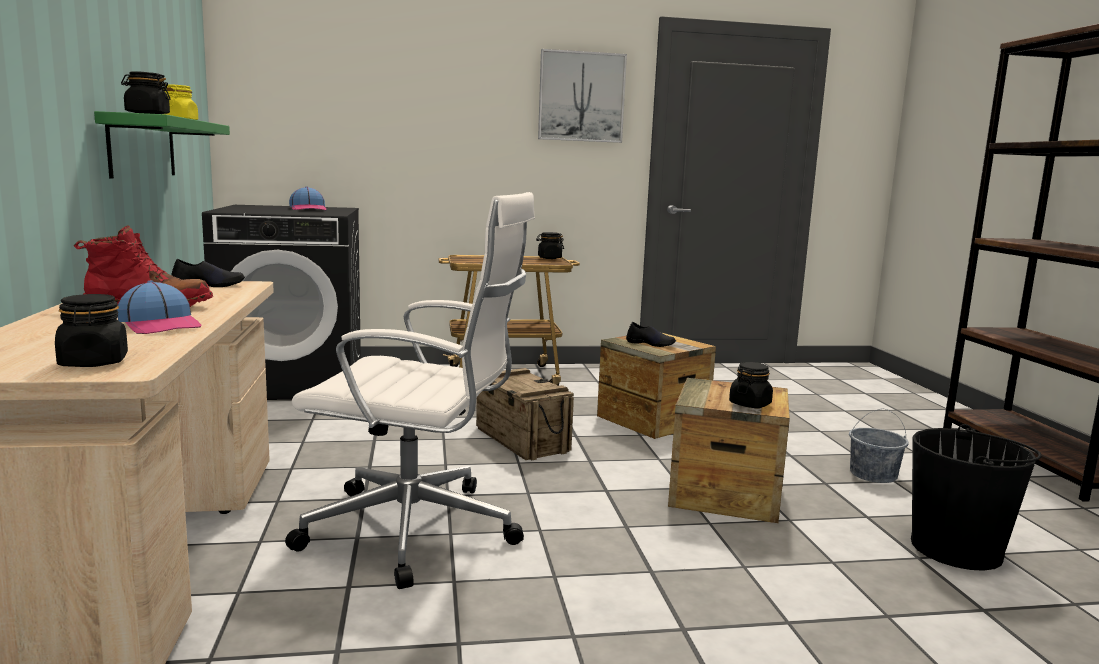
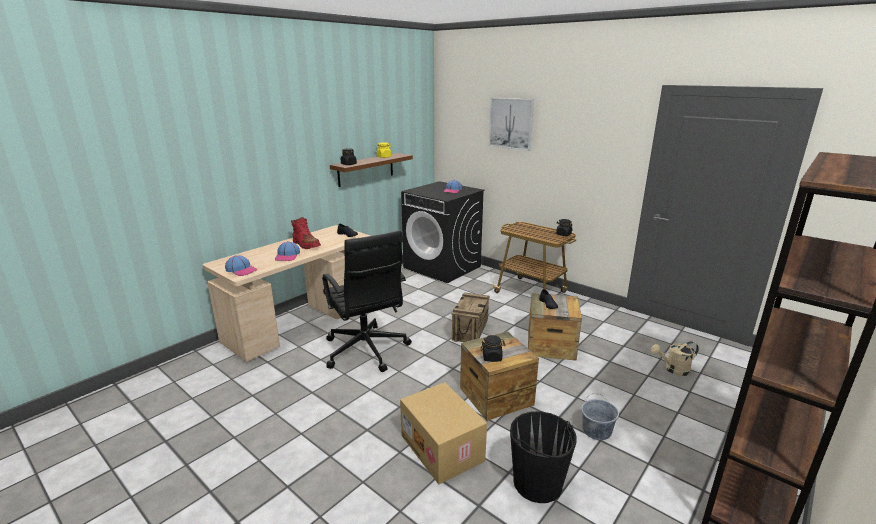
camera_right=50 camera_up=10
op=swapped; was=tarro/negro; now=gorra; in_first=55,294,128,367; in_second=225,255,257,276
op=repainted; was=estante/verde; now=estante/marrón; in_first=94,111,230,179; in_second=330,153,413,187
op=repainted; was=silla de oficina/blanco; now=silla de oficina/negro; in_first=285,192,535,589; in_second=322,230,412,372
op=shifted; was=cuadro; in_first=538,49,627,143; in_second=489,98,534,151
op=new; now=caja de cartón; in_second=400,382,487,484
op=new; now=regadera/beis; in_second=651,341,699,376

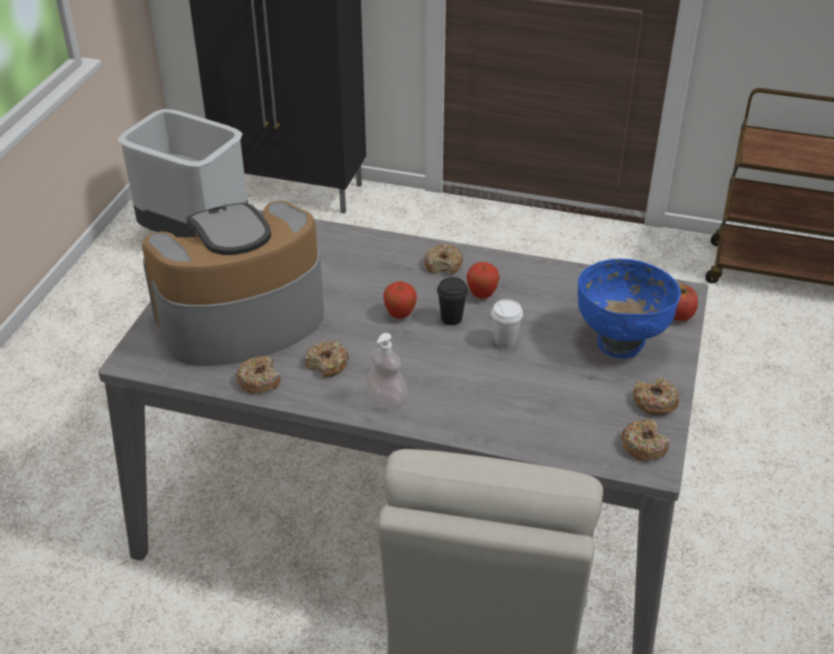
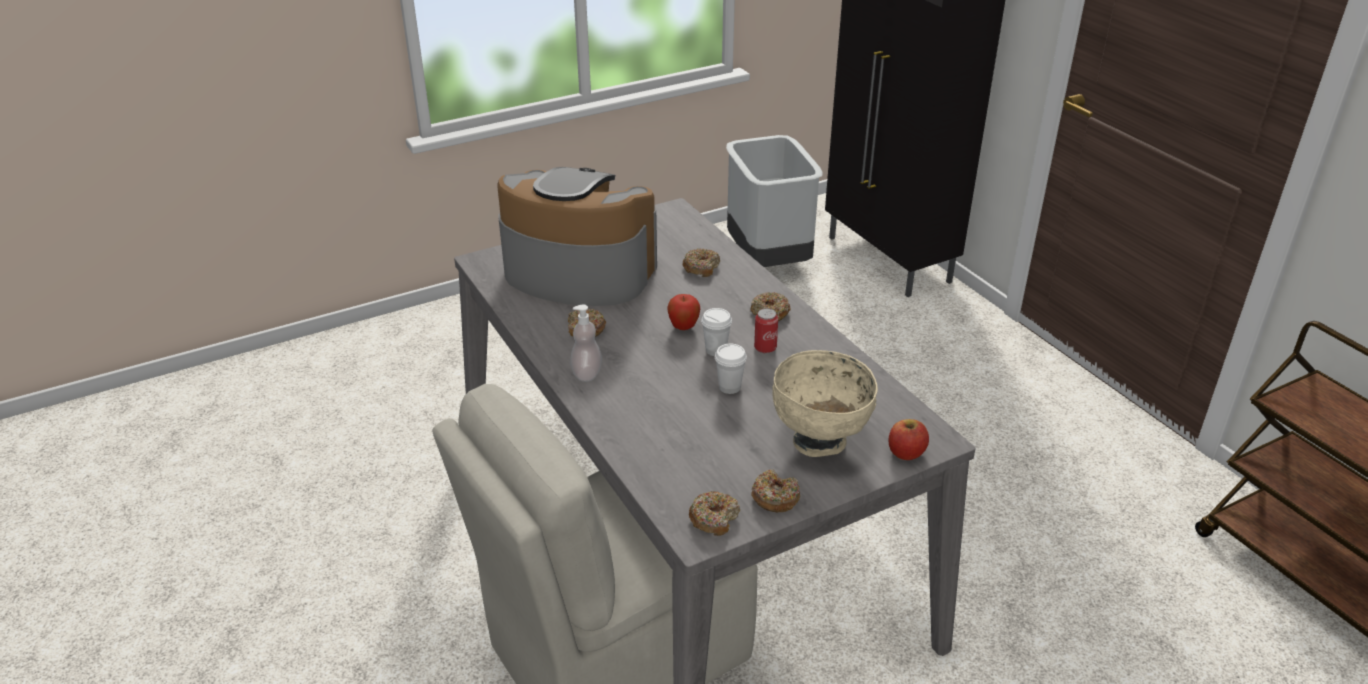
camera_right=45 camera_up=-5
op=shifted; was=rosquilla; in_first=236,356,281,394; in_second=682,249,720,277
op=repainted; was=taza/negro; now=taza/blanco; in_first=437,277,468,325; in_second=701,308,732,356
op=swapped; was=manzana; now=lata; in_first=467,262,500,299; in_second=754,308,778,353
op=repainted; was=cuenco/azul; now=cuenco/beis; in_first=578,259,681,359; in_second=772,350,878,457

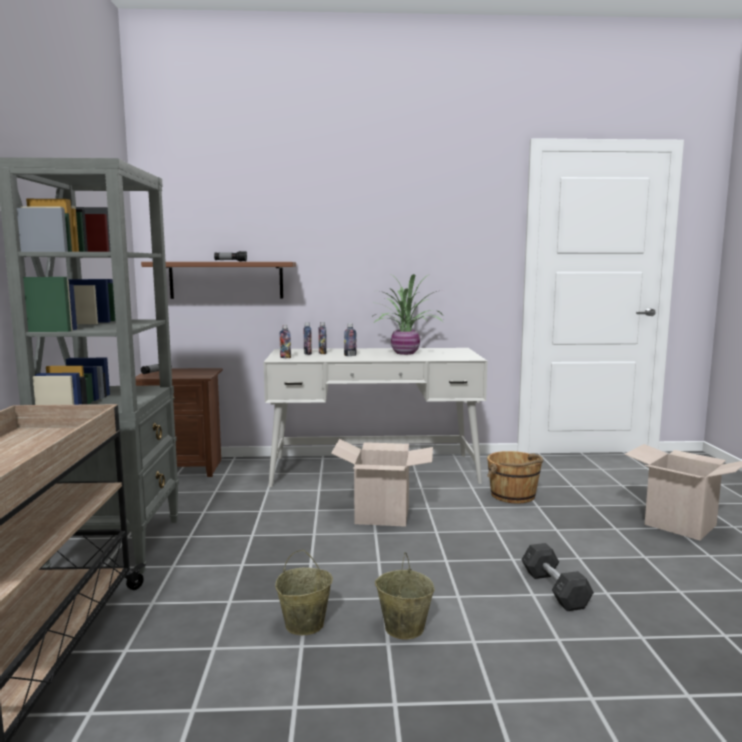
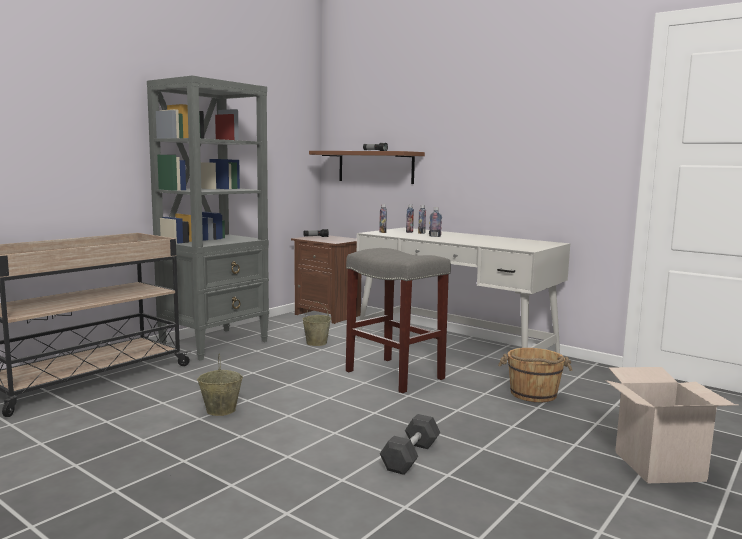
camera_right=40 camera_up=0
op=swapped; was=caja de cartón; now=taburete/gris; in_first=331,439,433,527; in_second=346,248,451,393
op=gone; was=planta en maceta; in_first=373,274,443,355
op=shifted; was=cubo/beis; in_first=375,552,435,639; in_second=302,301,331,346

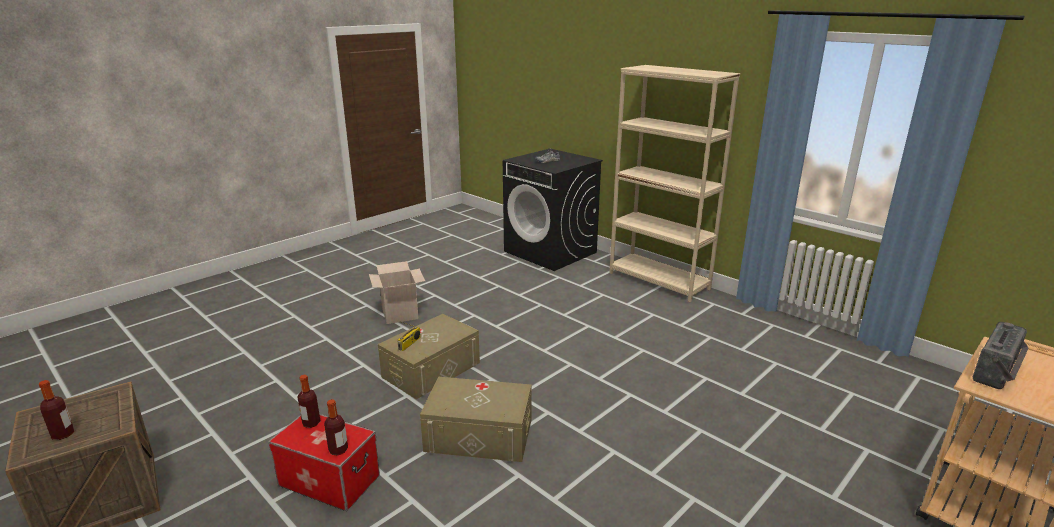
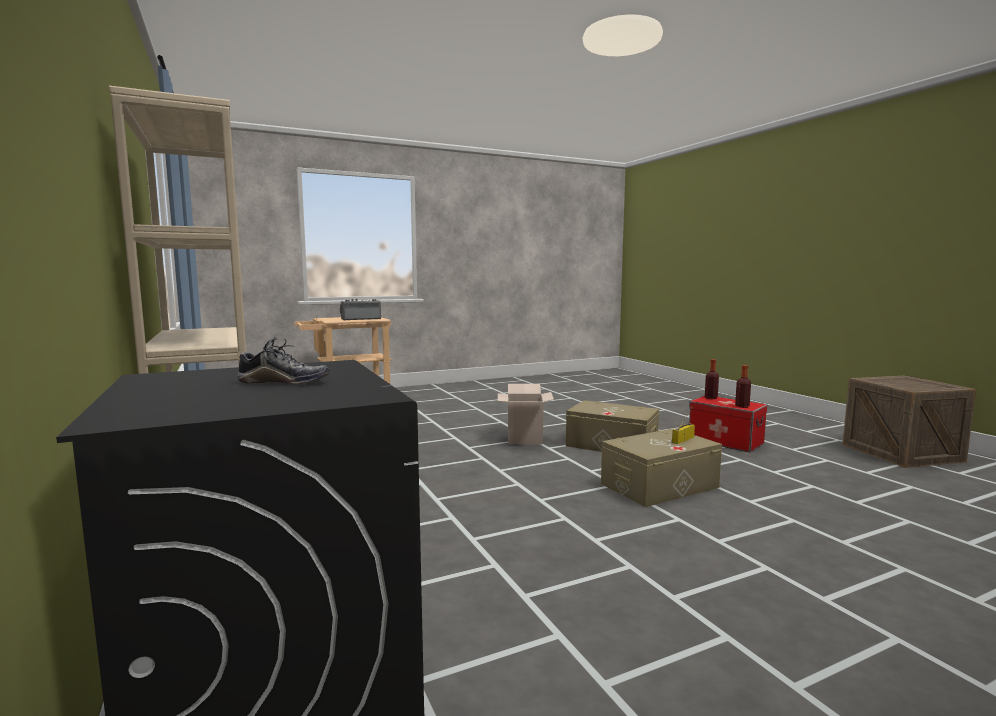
camera_right=-160 camera_up=-15
op=gone; was=botella; in_first=39,380,74,440
op=shifted; was=caja de cartón; in_first=369,261,425,324; in_second=498,384,554,445

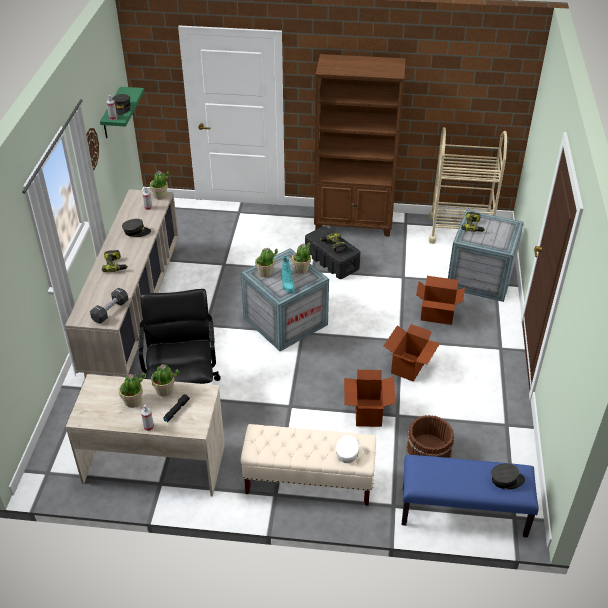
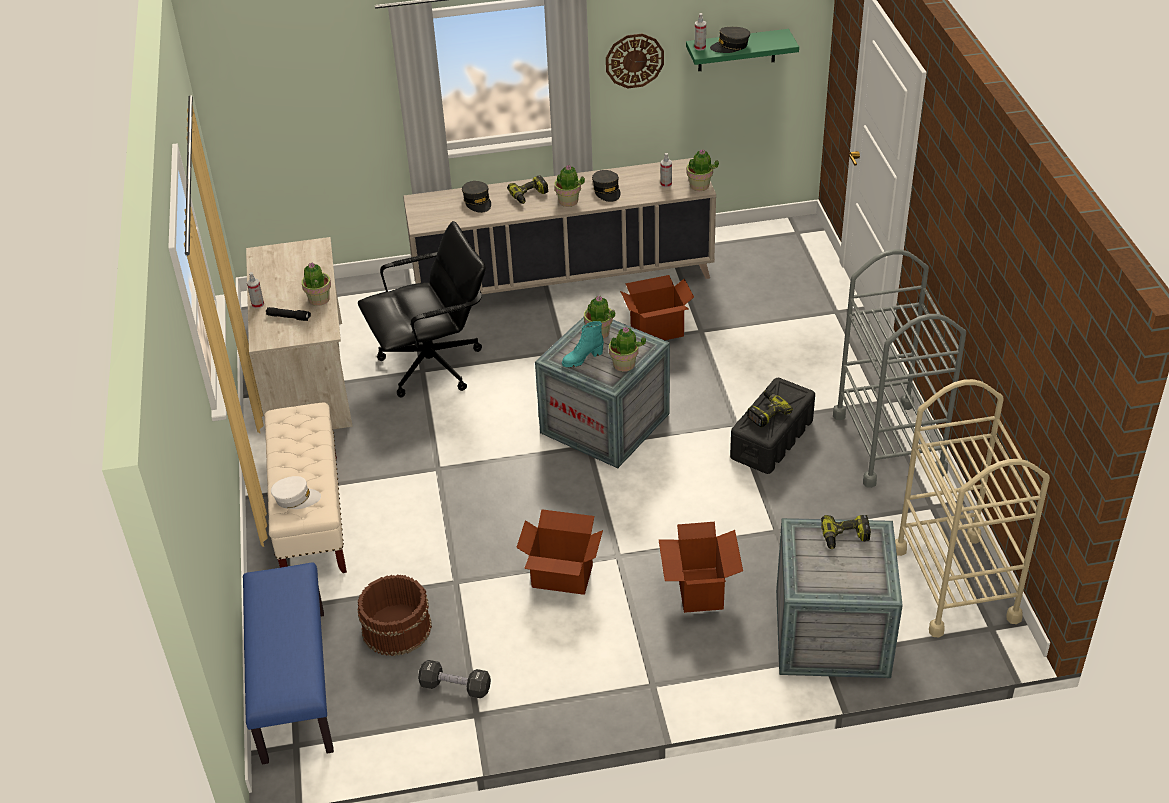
camera_right=75 camera_up=0
op=shifted; was=mancuerna/negro; in_first=90,288,129,324; in_second=418,660,491,698
op=shifted; was=planta en maceta; in_first=119,372,145,408; in_second=554,165,585,207
op=swapped; was=estantería/marrón; now=carrito/gris; in_first=314,54,406,237; in_second=833,249,966,488
op=shifted; was=caja de cartón; in_first=344,370,396,427; in_second=620,275,694,340
op=shifted; was=gorra/gris; in_first=491,463,525,489; in_second=462,181,491,213

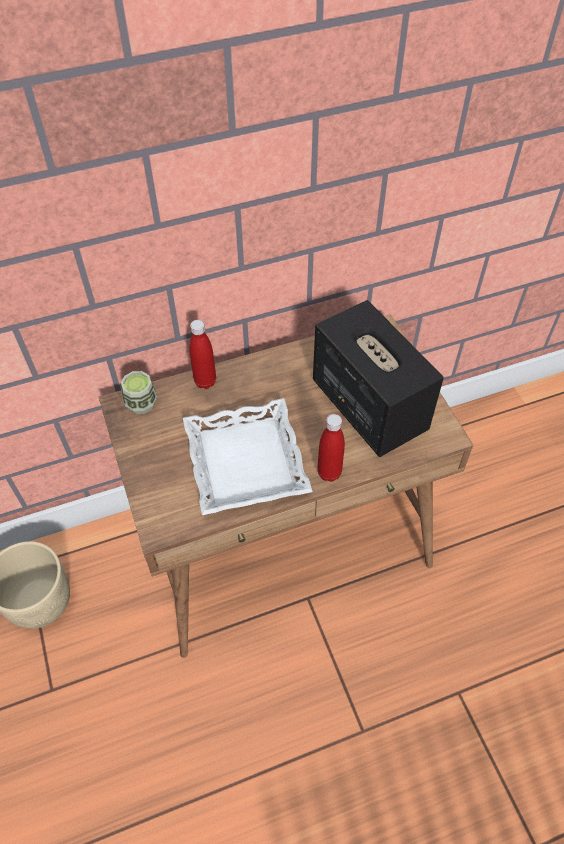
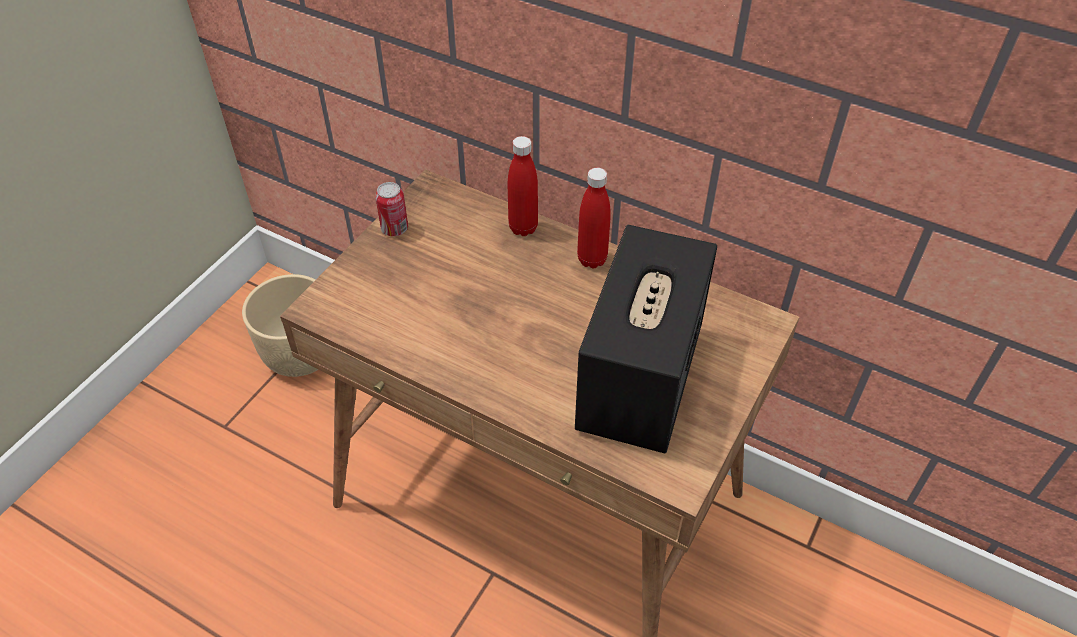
camera_right=50 camera_up=-5
op=gone; was=taza; in_first=121,371,157,414
op=gone; was=bandeja/blanco; in_first=183,398,313,515
op=shifted; was=botella/rojo; in_first=317,414,345,482; in_second=577,168,611,268
op=new; now=lata; in_second=375,182,408,236

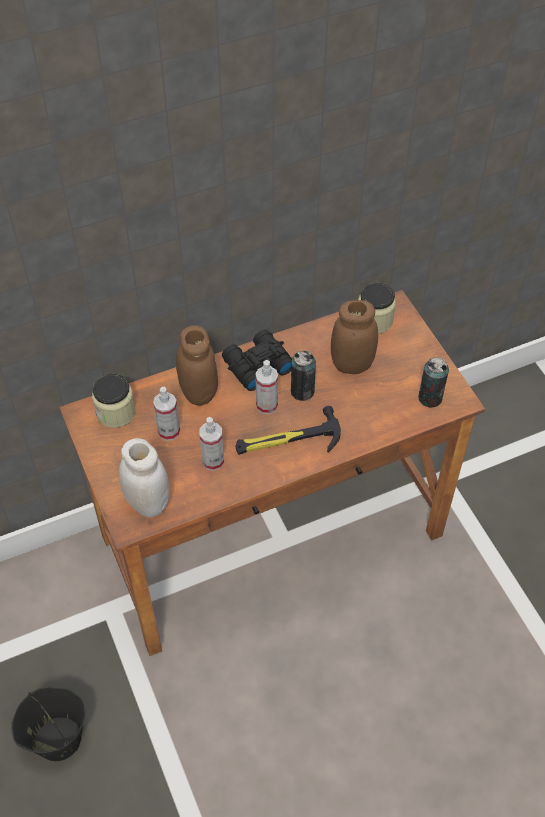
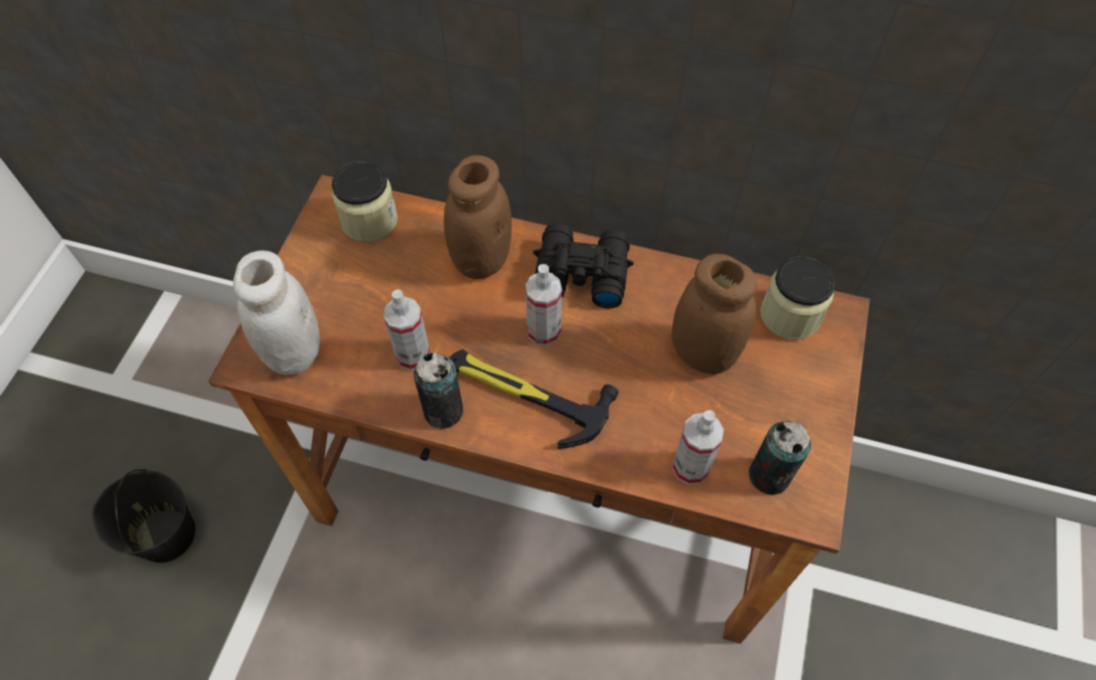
camera_right=40 camera_up=5
op=shifted; was=pulverizador; in_first=153,387,180,441; in_second=672,410,724,485
op=shifted; was=lata; in_first=291,350,316,401; in_second=414,352,464,429

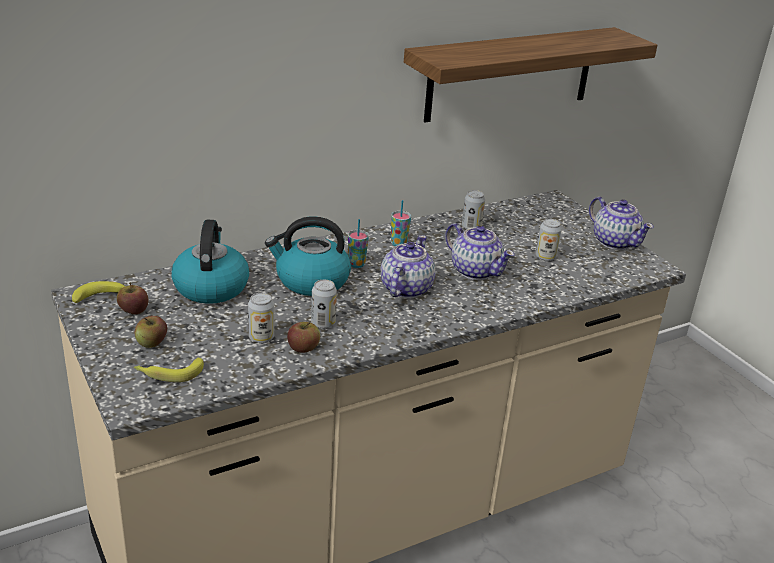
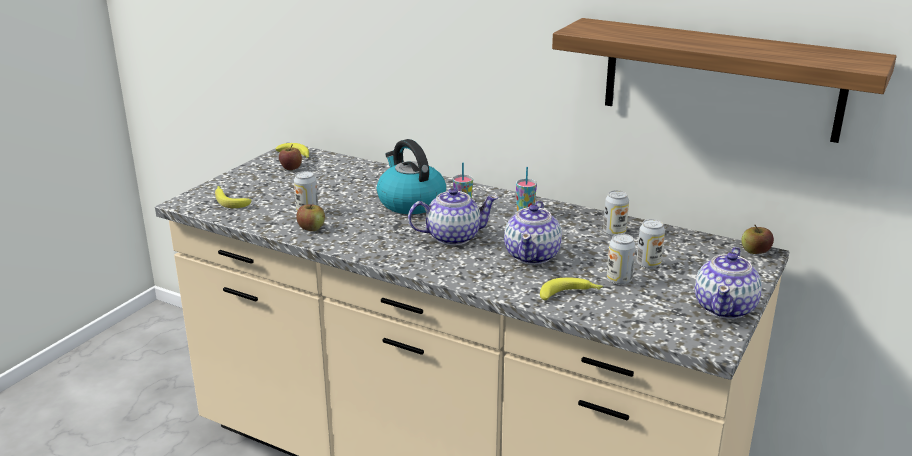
camera_right=60 camera_up=-5
op=shifted; was=manzana; in_first=135,316,167,348; in_second=742,224,774,254
op=gone; was=hervidor; in_first=171,220,249,304
op=shifted; was=lata; in_first=311,280,337,329; in_second=637,219,665,269
op=new; now=plátano; in_second=540,278,603,300

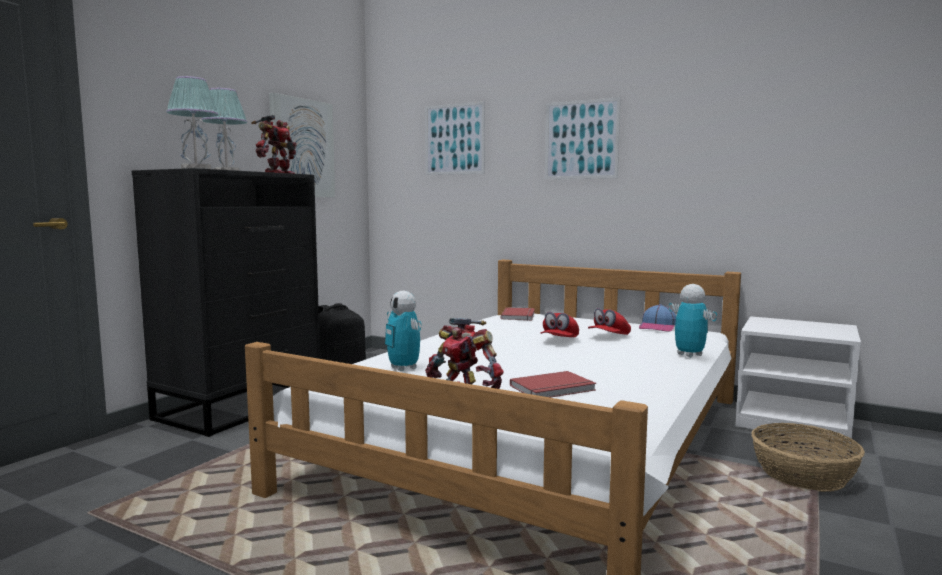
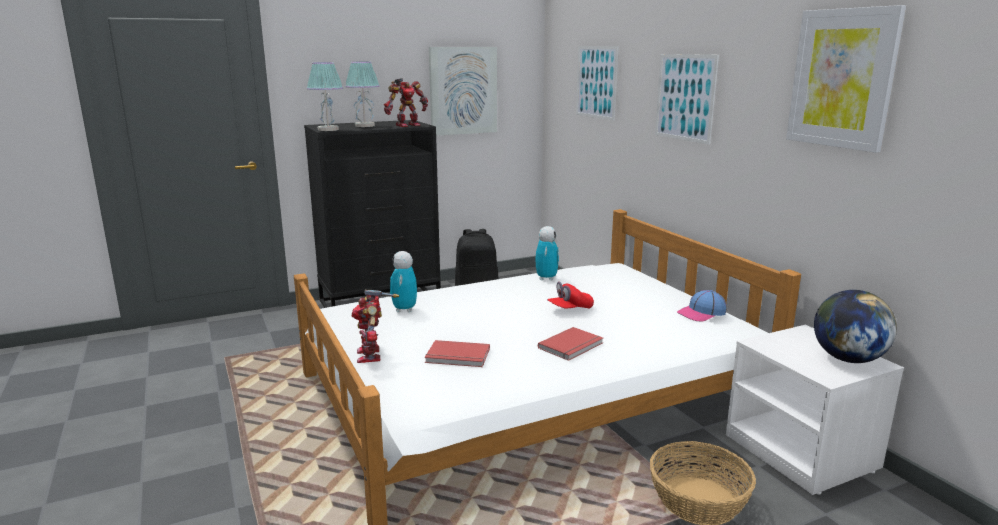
camera_right=35 camera_up=10
op=shifted; was=libro/rojo; in_first=501,307,535,321; in_second=538,327,603,361
op=gone; was=gorra/rojo; in_first=588,308,631,335
op=shifted; was=robot de juguete; in_first=669,284,717,357; in_second=536,226,559,281
op=new; now=cuadro; in_second=786,5,906,153
op=new; now=globo terráqueo; in_second=814,290,897,363

